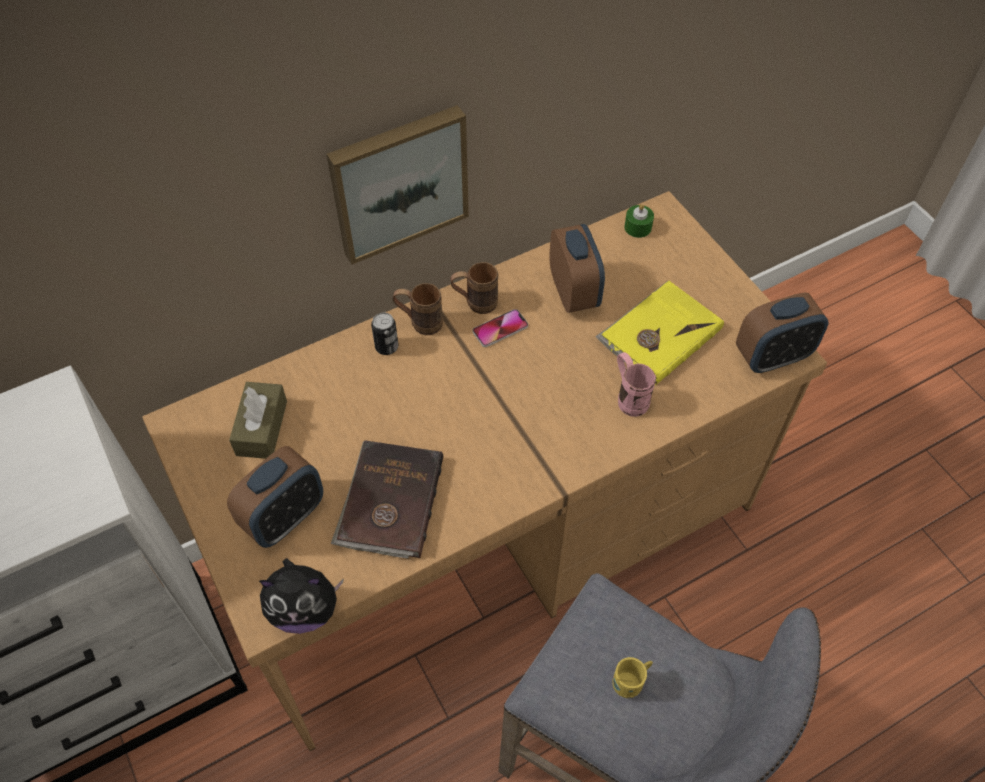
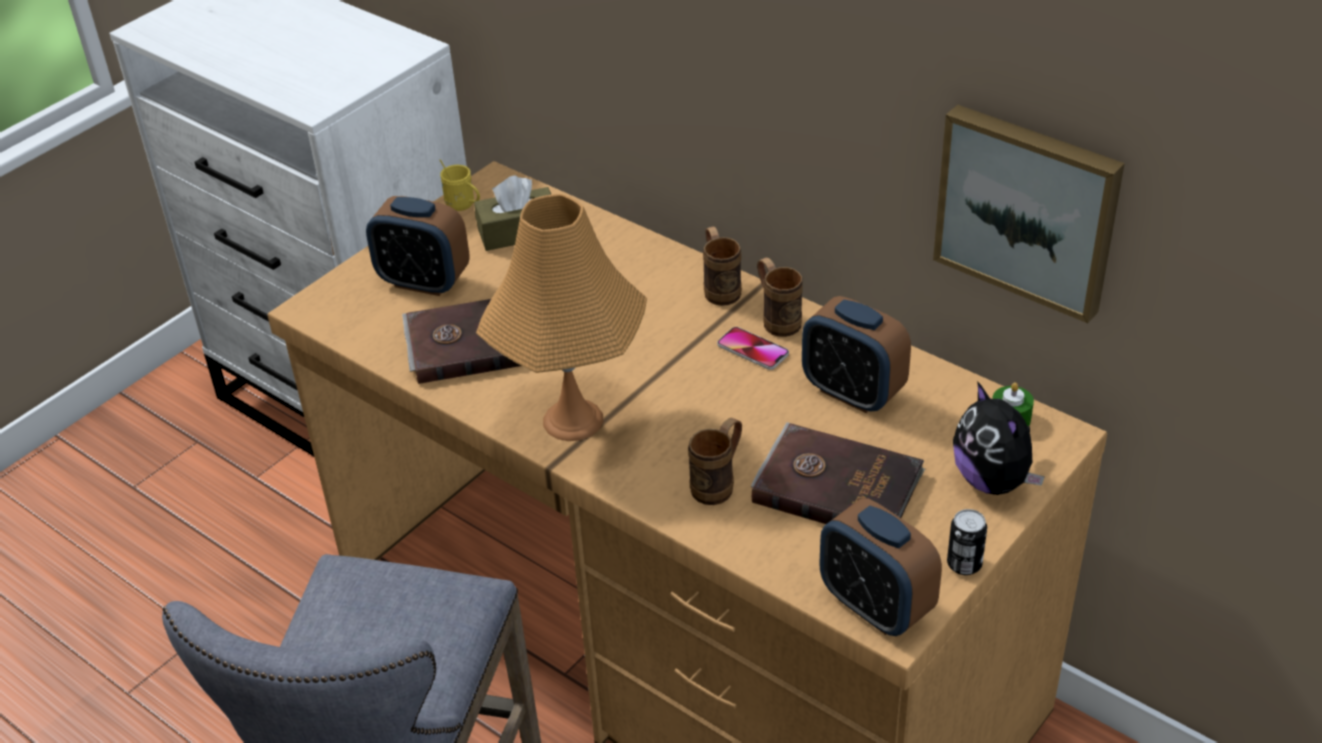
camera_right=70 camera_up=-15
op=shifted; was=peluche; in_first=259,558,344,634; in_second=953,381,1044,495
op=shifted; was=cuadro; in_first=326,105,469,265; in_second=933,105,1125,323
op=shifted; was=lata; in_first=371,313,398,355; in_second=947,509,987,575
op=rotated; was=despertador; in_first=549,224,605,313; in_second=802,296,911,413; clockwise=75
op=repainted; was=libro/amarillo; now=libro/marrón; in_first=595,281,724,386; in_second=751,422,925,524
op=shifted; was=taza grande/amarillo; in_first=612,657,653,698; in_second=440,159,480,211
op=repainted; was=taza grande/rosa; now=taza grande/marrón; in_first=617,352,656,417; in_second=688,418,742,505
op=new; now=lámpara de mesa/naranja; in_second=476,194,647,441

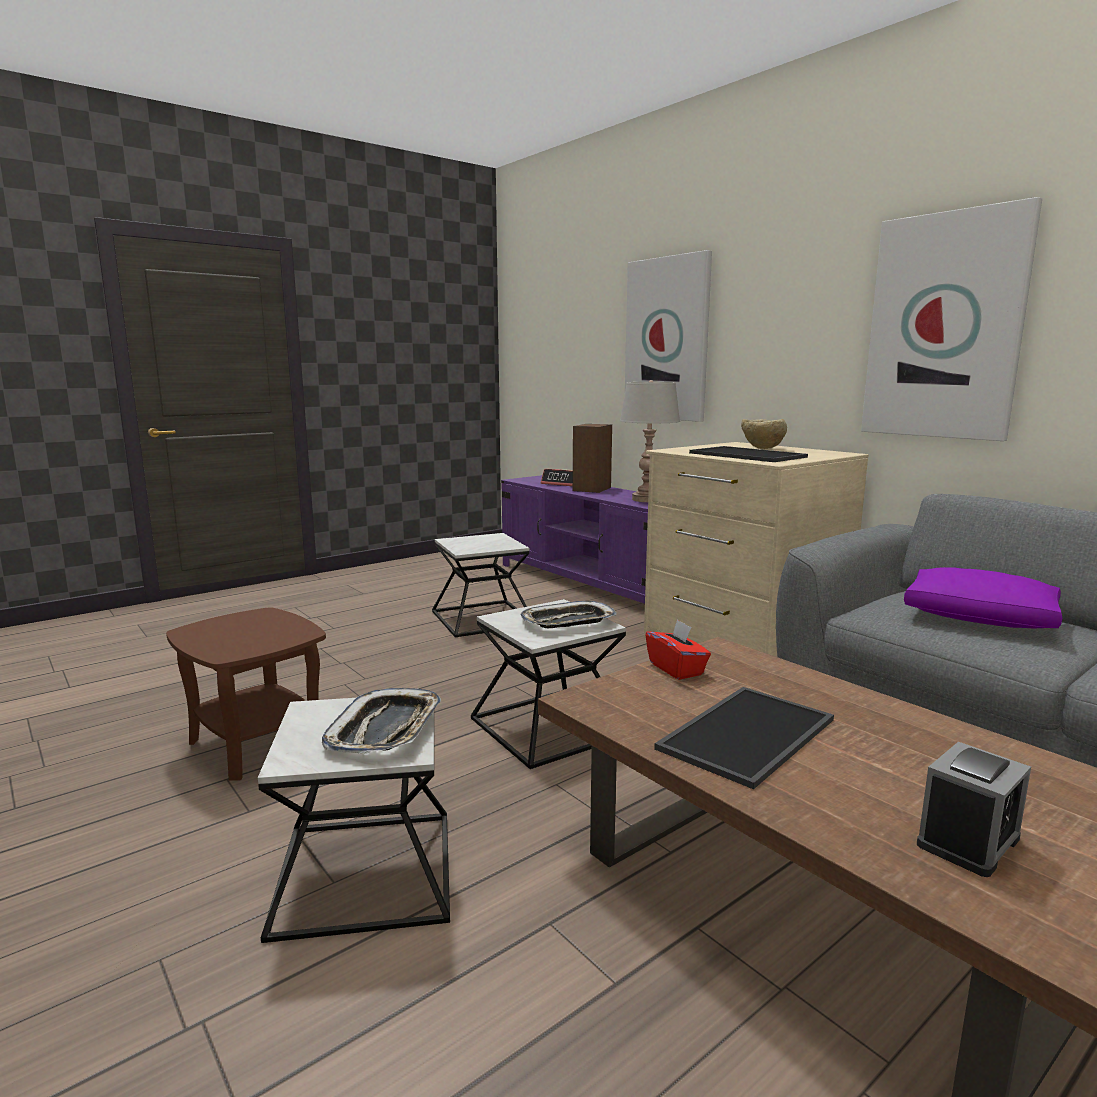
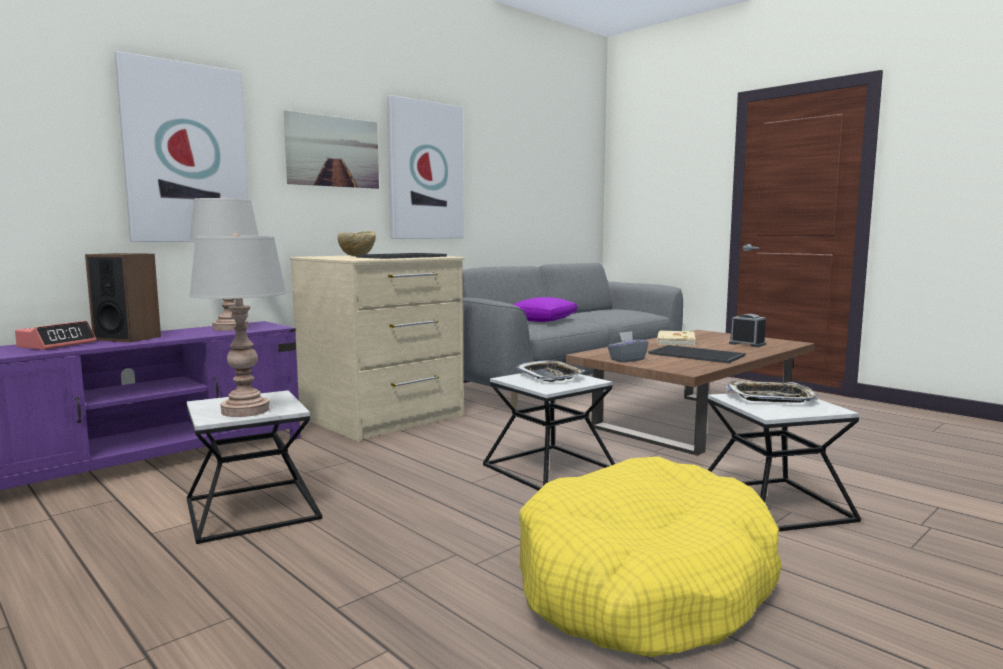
camera_right=-95 camera_up=-5
op=swapped; was=mesa auxiliar/marrón; now=cama para perro/amarillo; in_first=166,607,326,781; in_second=519,456,782,657
op=repainted; was=caja de pañuelos/rojo; now=caja de pañuelos/gris; in_first=645,619,711,680; in_second=607,331,649,362
op=new; now=lámpara de mesa/gris; in_second=189,233,286,417
op=new; now=cuadro; in_second=284,110,379,189
op=new; now=libro/beis; in_second=657,330,696,346

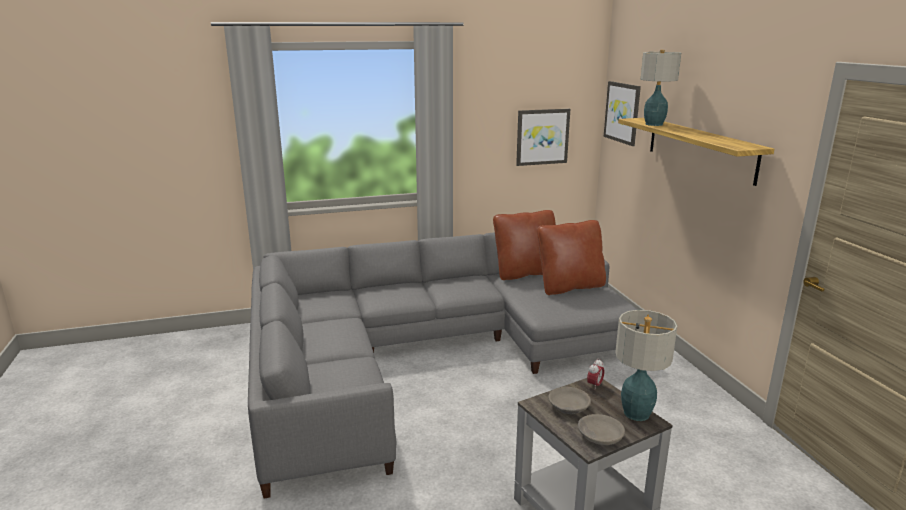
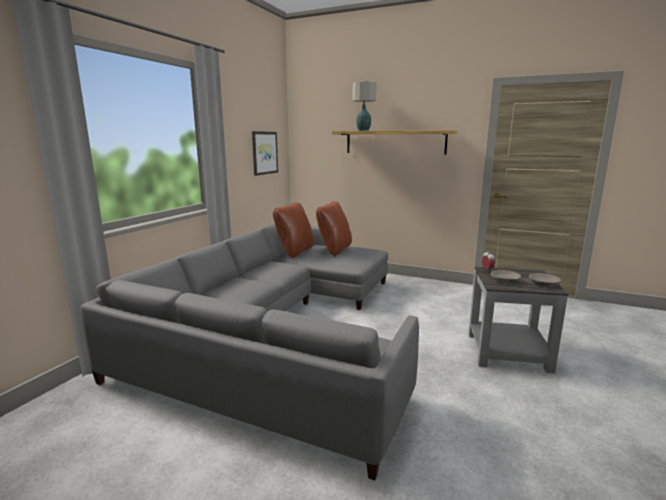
camera_right=-50 camera_up=-5
op=gone; was=cuadro; in_first=604,81,641,146
op=gone; was=lámpara de mesa; in_first=615,310,677,421

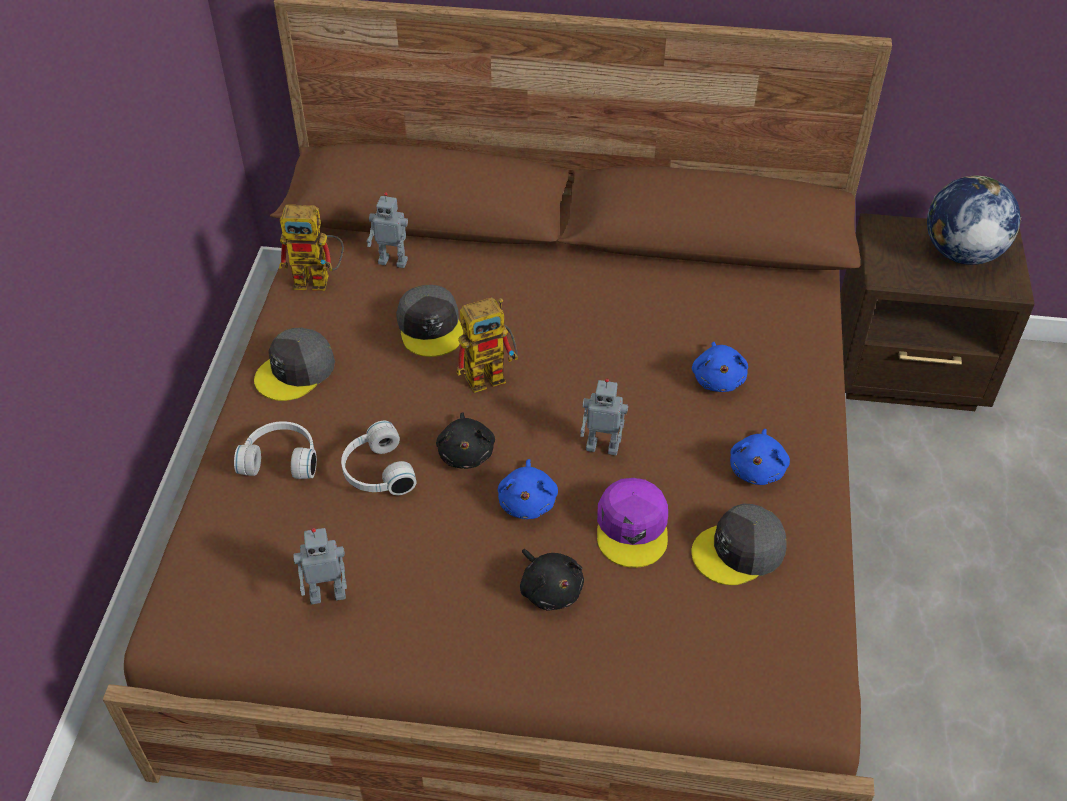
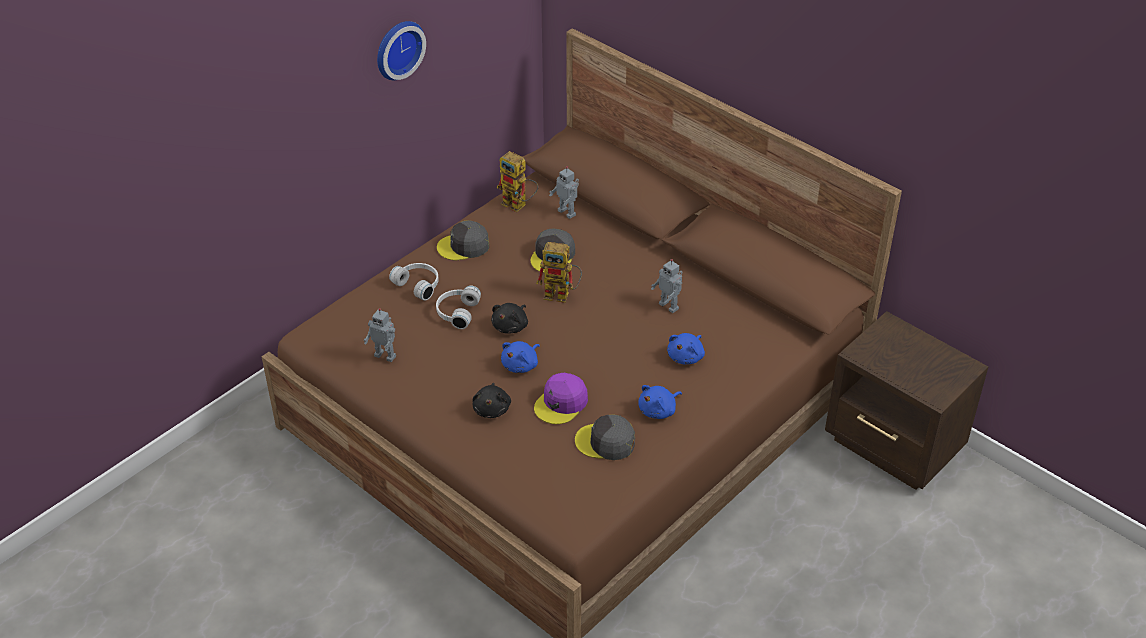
camera_right=35 camera_up=-5
op=shifted; was=robot de juguete; in_first=580,378,628,455; in_second=651,259,682,313
op=gone; was=globo terráqueo; in_first=927,176,1021,265
op=new; now=reloj de pared; in_second=377,21,426,80

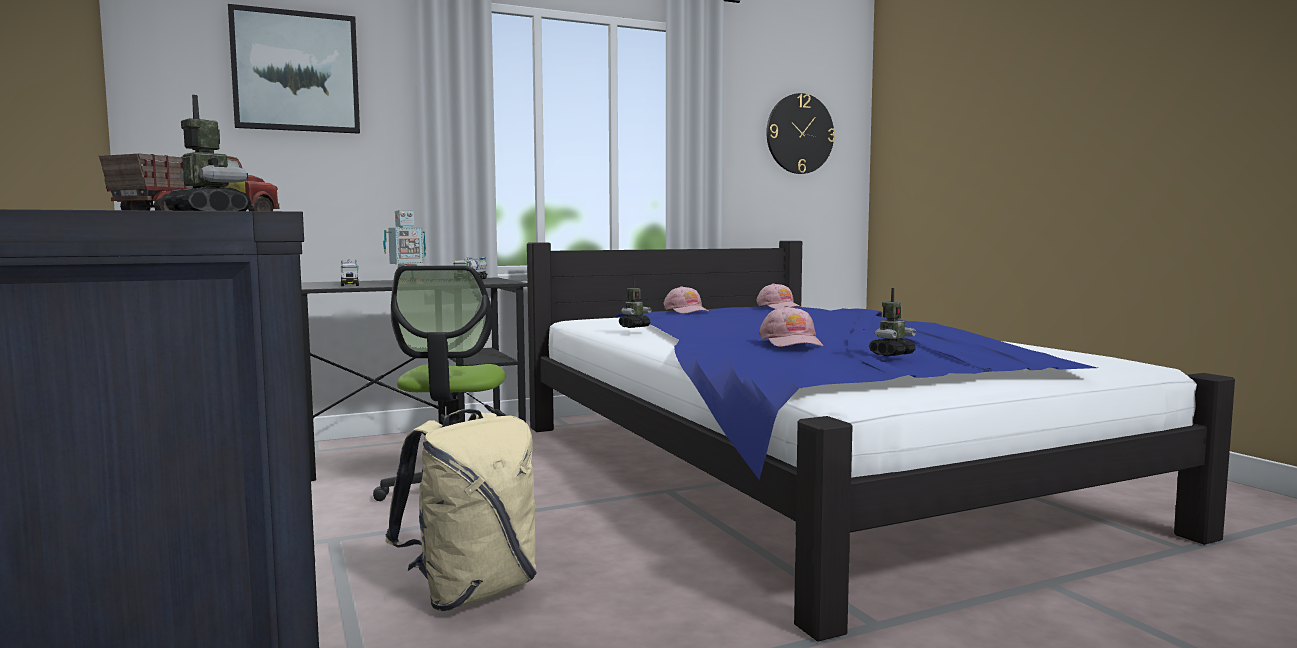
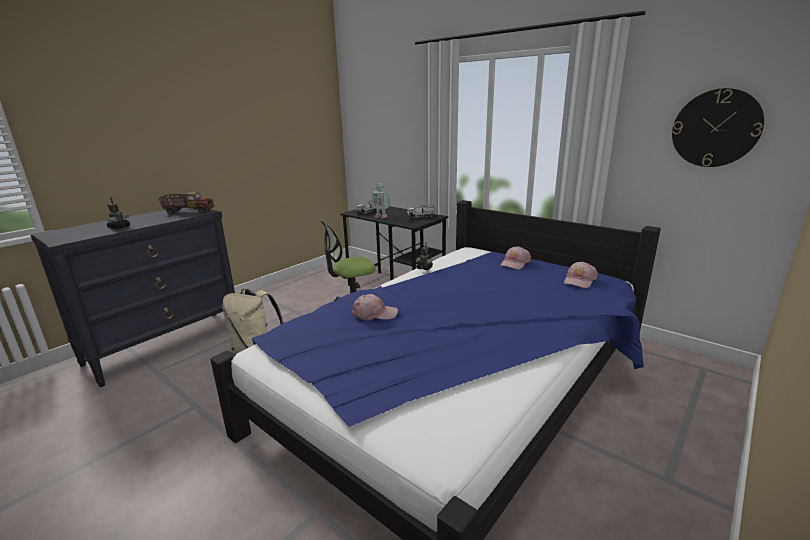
camera_right=65 camera_up=15
op=gone; was=cuadro; in_first=228,4,360,134
op=rotated; was=gorra/rosa; in_first=759,306,823,347; in_second=352,294,398,321; clockwise=-150
op=gone; was=robot de juguete; in_first=869,288,916,356

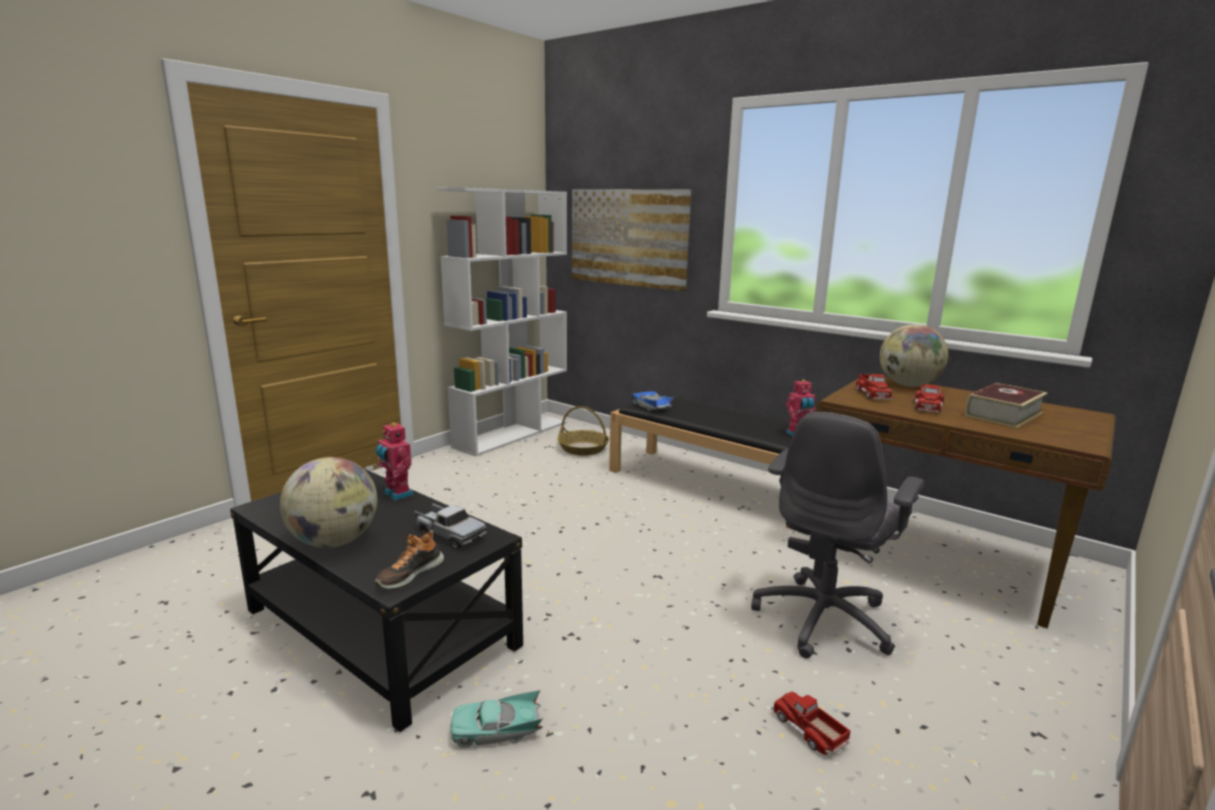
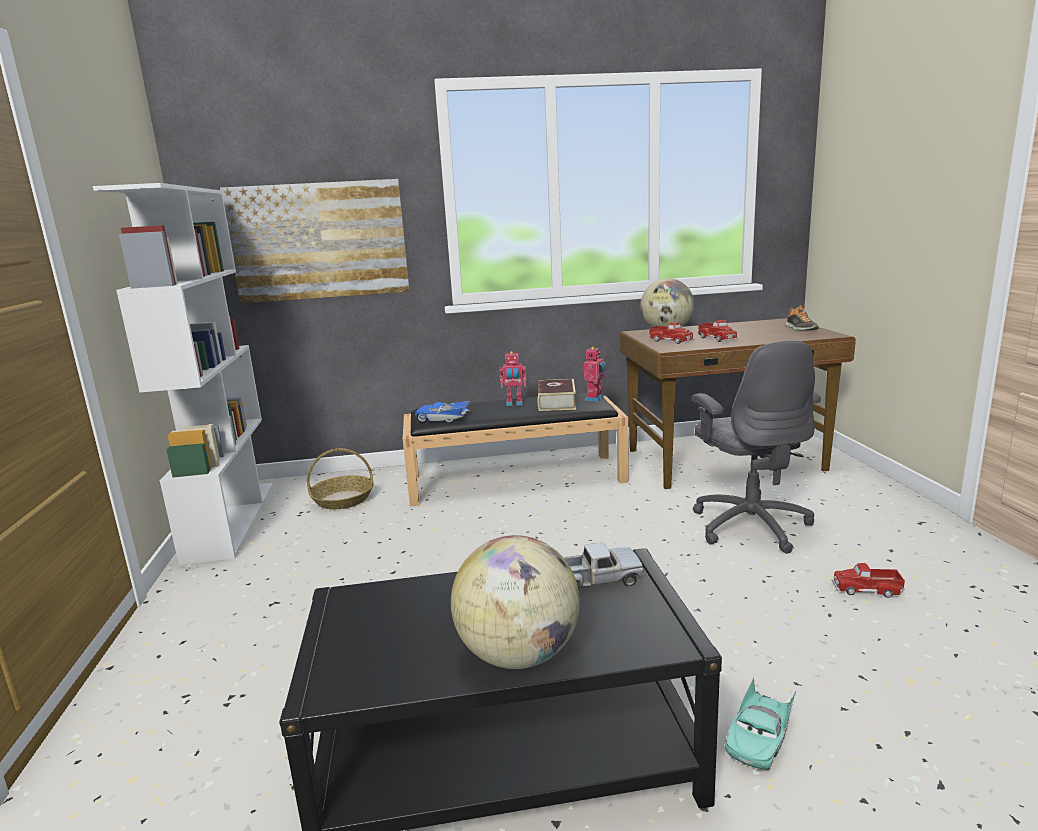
camera_right=-45 camera_up=0
op=shifted; was=zapato; in_first=374,532,444,589; in_second=785,305,819,331
op=shifted; was=robot de juguete; in_first=376,422,414,500; in_second=499,351,526,406
op=shifted; was=libro; in_first=965,383,1048,428; in_second=538,379,576,411

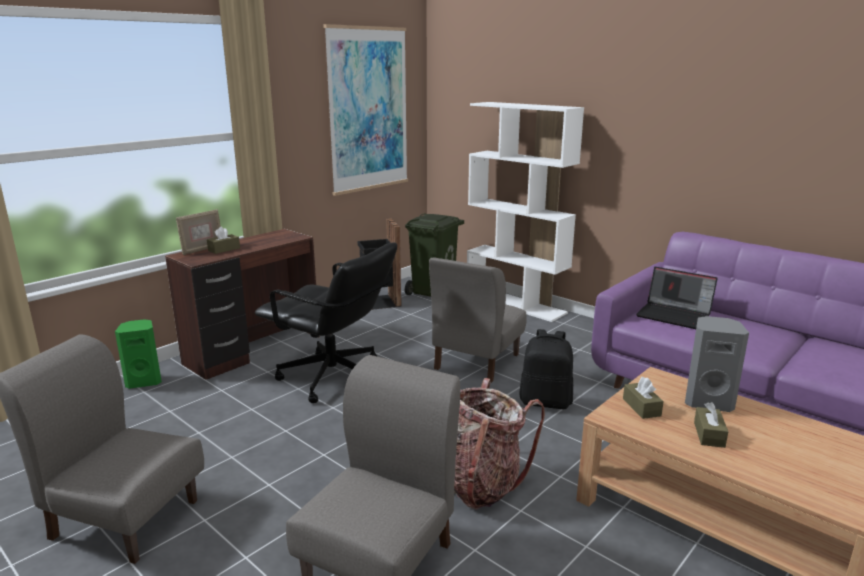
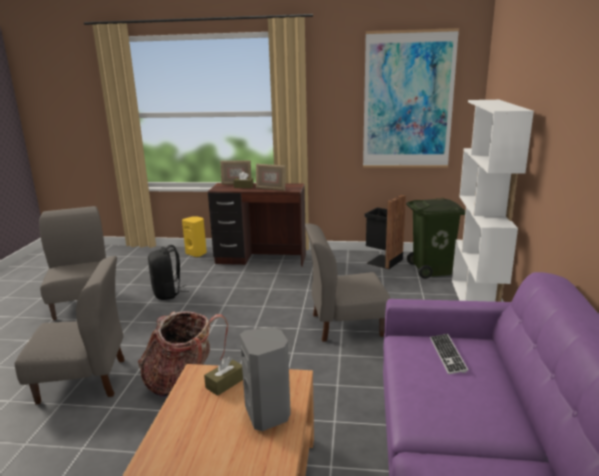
camera_right=55 camera_up=0
op=repainted; was=altavoz/verde; now=altavoz/amarillo; in_first=115,319,162,389; in_second=182,216,207,257
op=gone; was=silla de oficina/negro; in_first=255,243,397,403
op=shifted; was=mochila/negro; in_first=520,329,573,409; in_second=148,245,189,300
op=swapped; was=portátil; now=teclado; in_first=636,267,718,329; in_second=430,334,468,374
op=gone; was=caja de pañuelos/marrón; in_first=694,402,728,448
op=new; now=portarretratos; in_second=256,164,286,191

